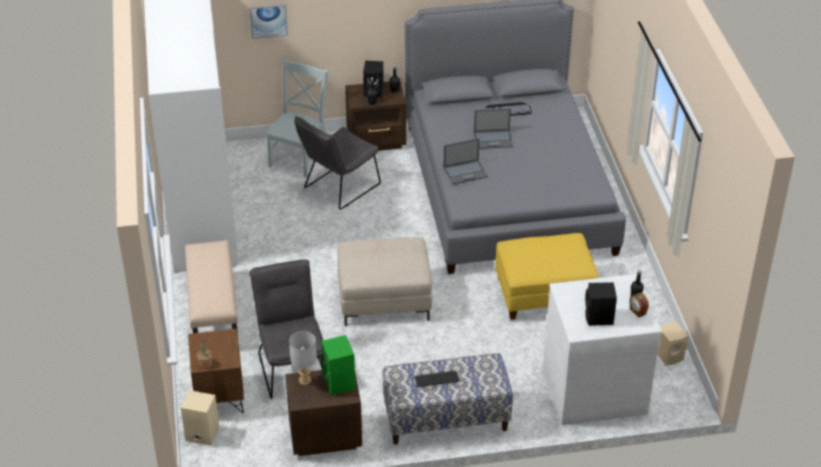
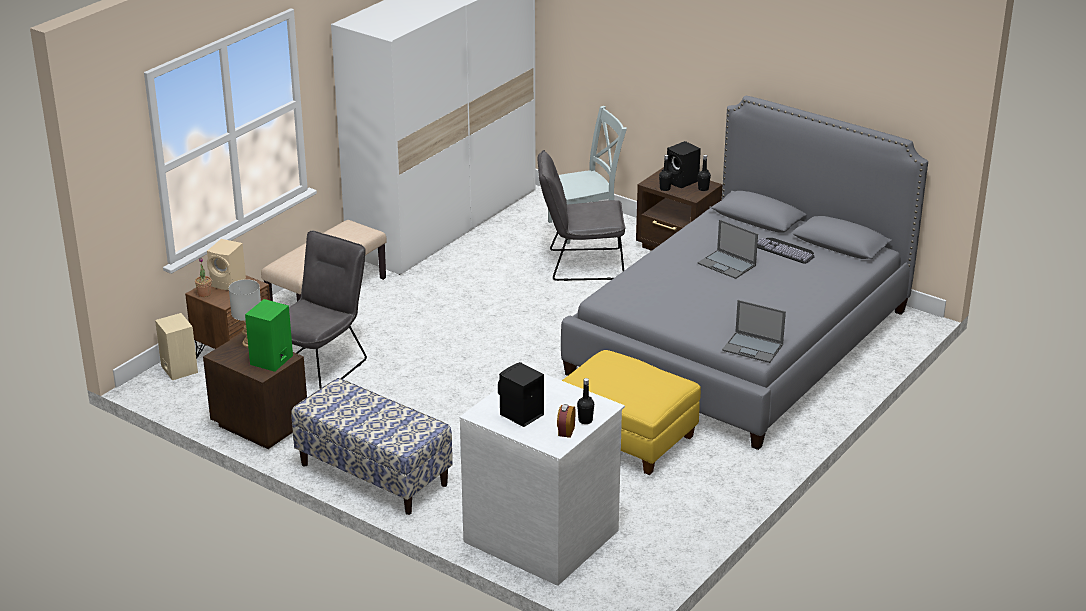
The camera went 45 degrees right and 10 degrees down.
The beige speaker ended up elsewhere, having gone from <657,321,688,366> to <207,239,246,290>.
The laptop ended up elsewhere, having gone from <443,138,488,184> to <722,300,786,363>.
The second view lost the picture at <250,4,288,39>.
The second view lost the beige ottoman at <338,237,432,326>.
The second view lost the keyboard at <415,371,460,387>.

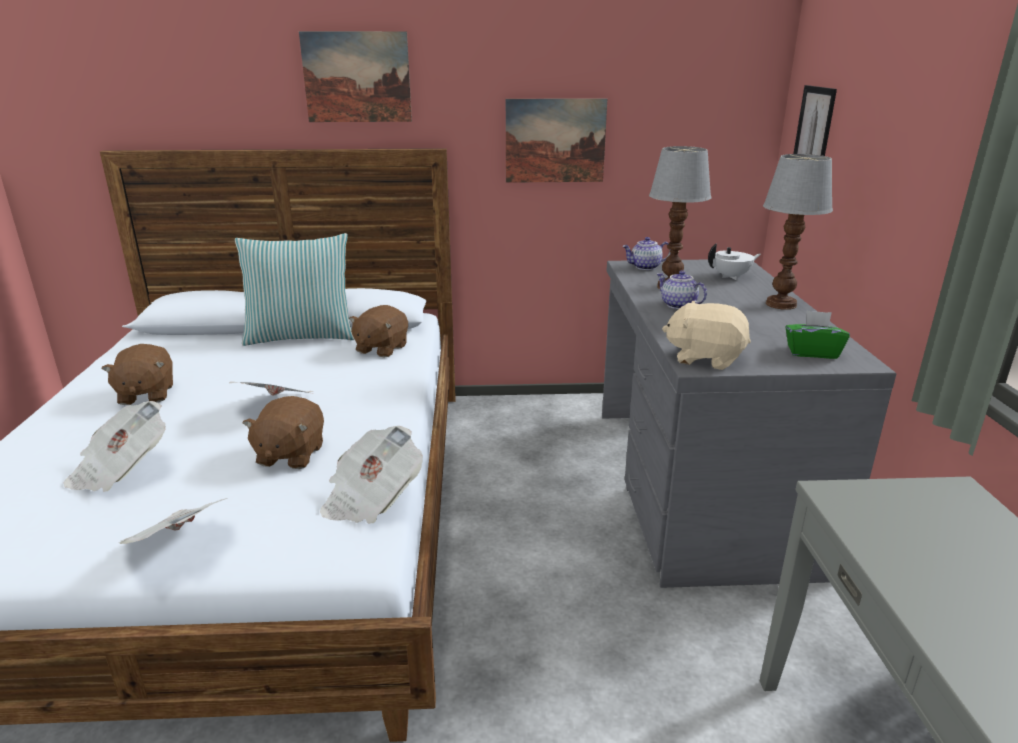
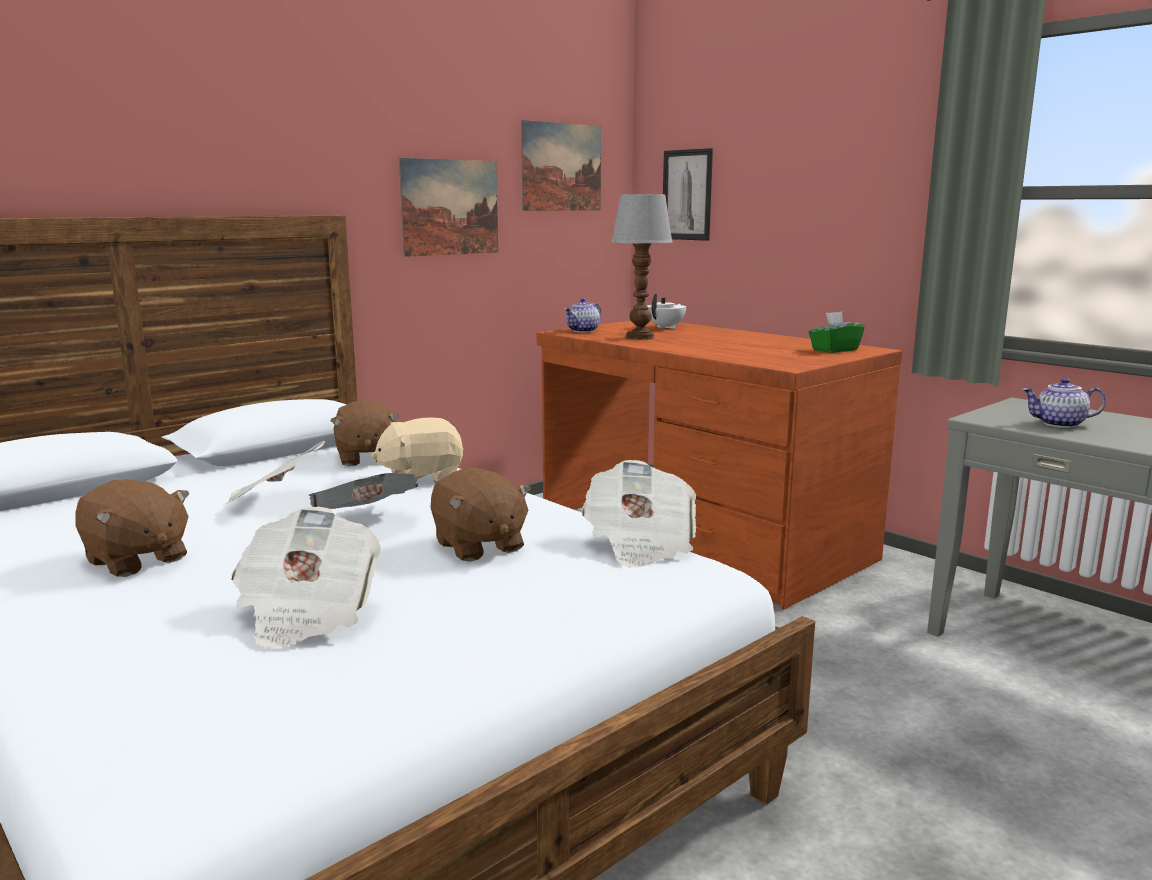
The camera went 40 degrees left and 10 degrees down.
The newspaper ended up elsewhere, having gone from <119,498,228,544> to <225,441,325,505>.
The beige plush toy ended up elsewhere, having gone from <662,300,751,370> to <371,417,464,483>.
The picture ended up elsewhere, having gone from <299,31,412,122> to <521,120,601,211>.
What was the grey desk at <602,260,896,588> turned into the brown desk at <537,321,902,610>.
The teapot ended up elsewhere, having gone from <657,271,707,309> to <1022,378,1106,428>.
The second view lost the pillow at <235,233,355,346>.
The second view lost the table lamp at <763,154,833,310>.

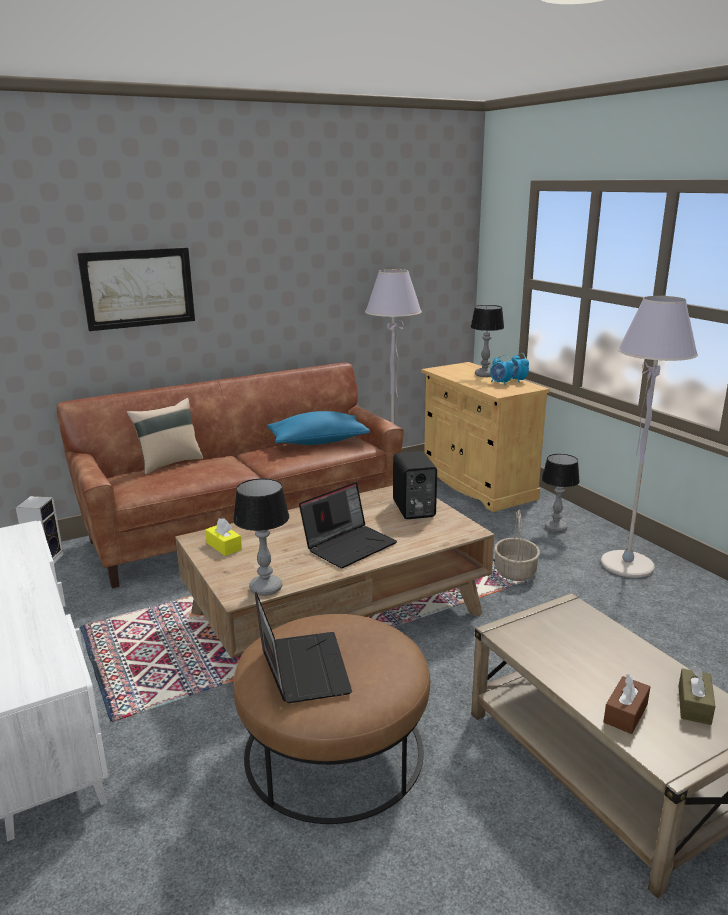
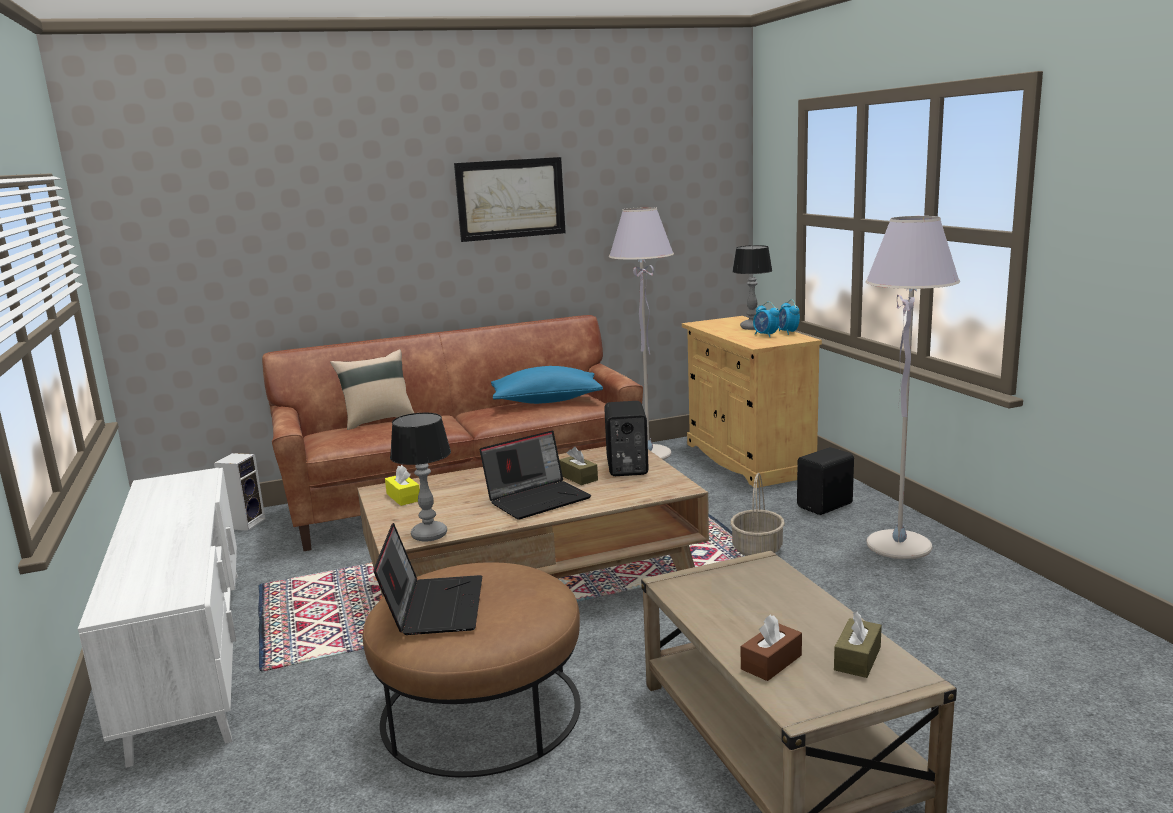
The camera went 10 degrees right and 5 degrees down.
The picture ended up elsewhere, having gone from <77,247,195,331> to <454,157,566,242>.
The second view gained the brown tissue box at <559,447,598,485>.
Where the table lamp stood at <542,454,580,532>, the black speaker came to stand at <797,447,854,515>.

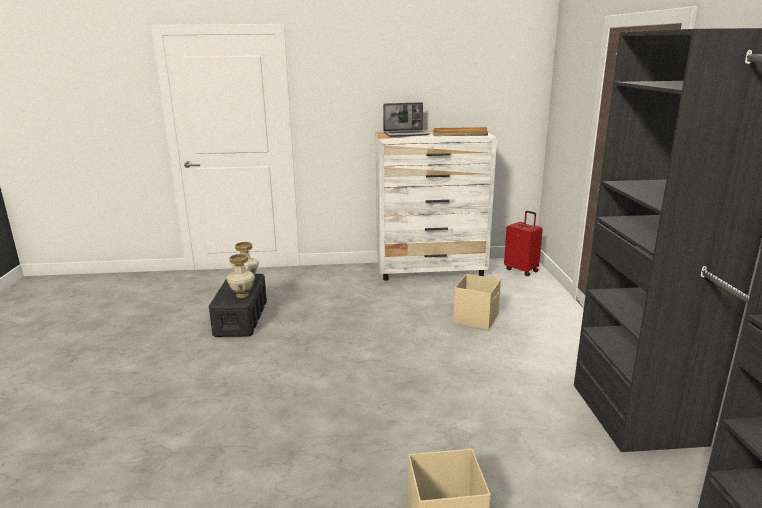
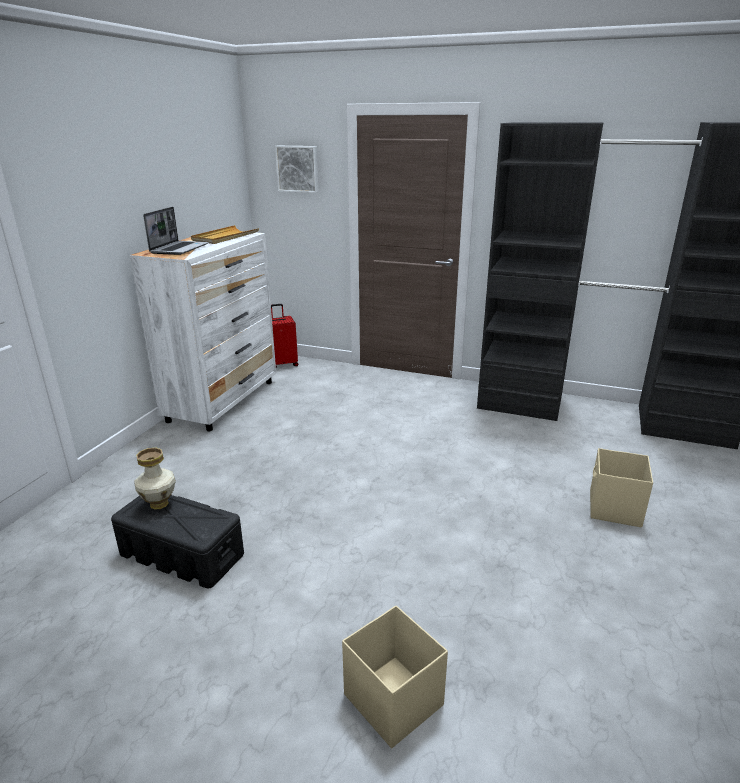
The camera went 65 degrees left and 5 degrees up.
The second view gained the picture at <275,146,318,193>.
The beige storage box ended up elsewhere, having gone from <453,274,501,331> to <342,605,448,748>.
The second view lost the vase at <226,254,255,298>.

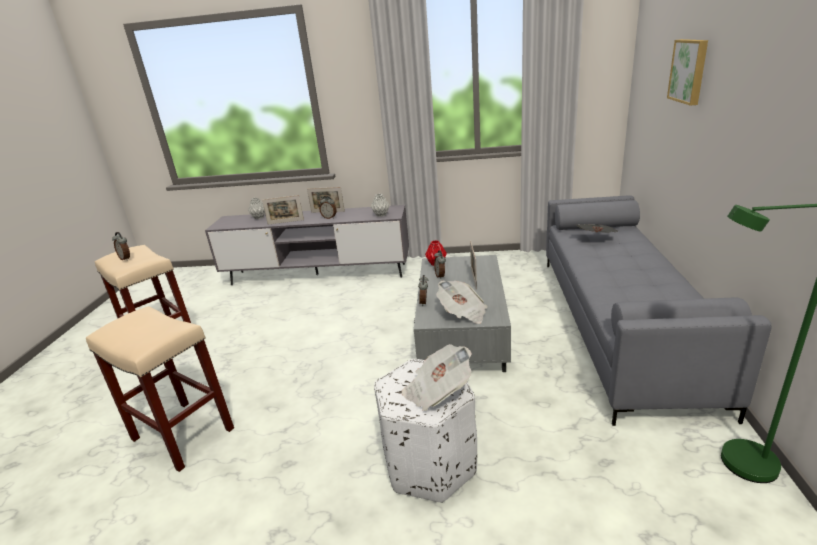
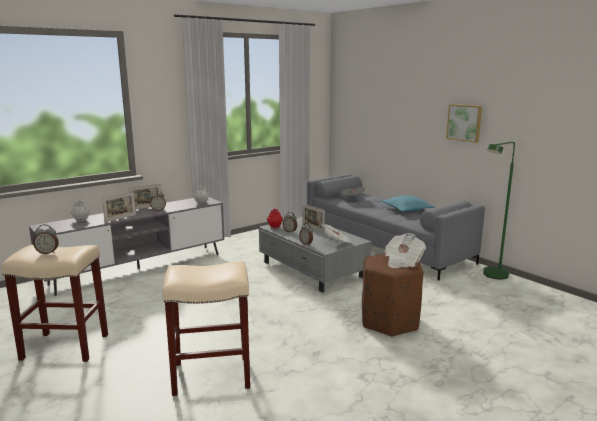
The camera went 45 degrees left and 10 degrees down.
What was the white ottoman at <374,359,477,503> turned into the brown ottoman at <362,254,423,337>.
The second view gained the turquoise pillow at <381,195,435,212>.
The picture ended up elsewhere, having gone from <667,39,708,106> to <446,104,482,143>.

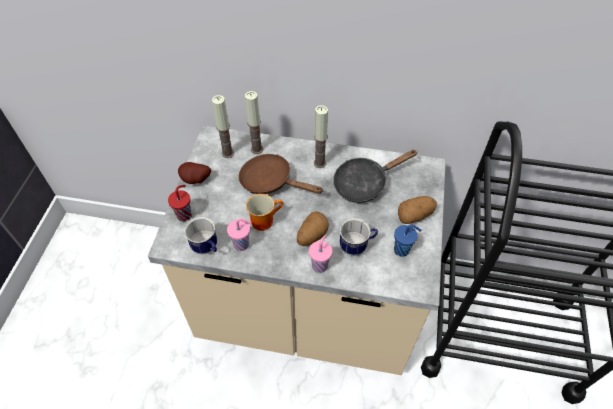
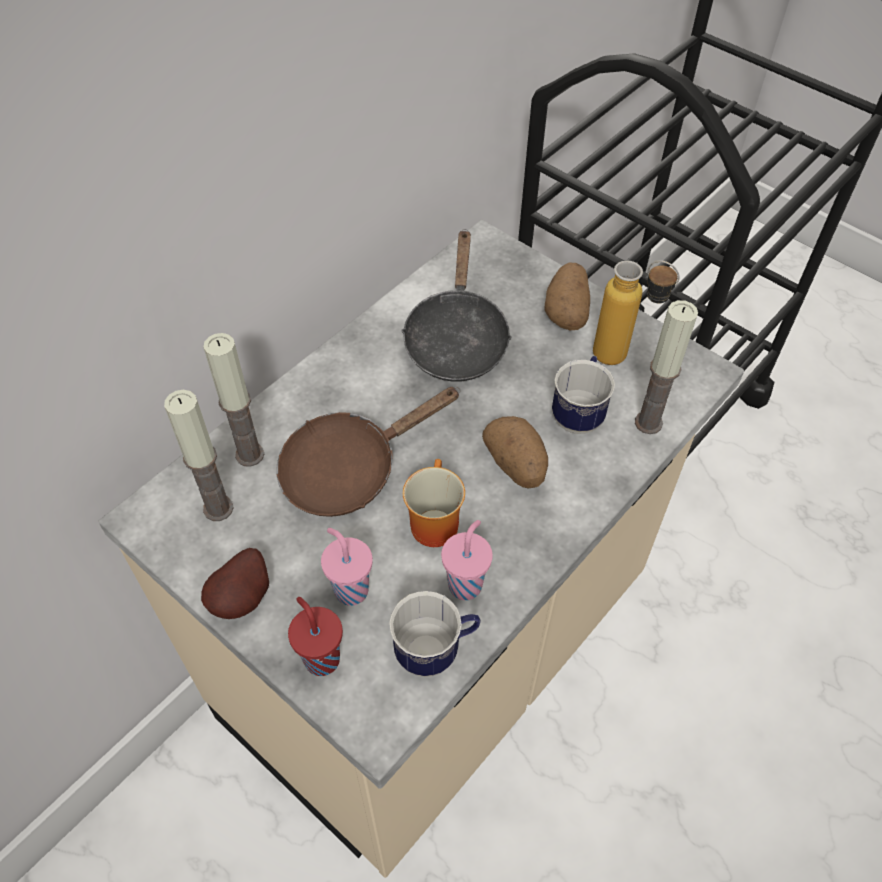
The camera went 60 degrees left and 0 degrees up.
The pink cup ended up elsewhere, having gone from <309,235,332,273> to <321,528,373,606>.
Where the blue cup stood at <394,225,422,257>, the bottle came to stand at <593,260,680,365>.
The candle ended up elsewhere, having gone from <314,105,328,168> to <635,300,698,434>.

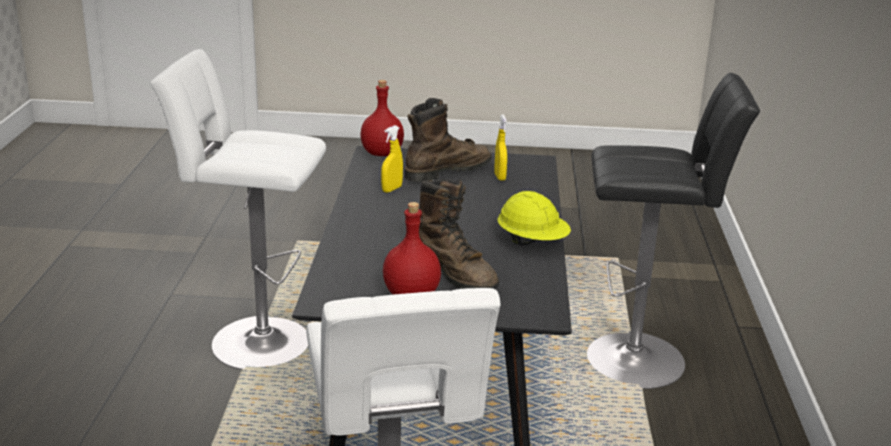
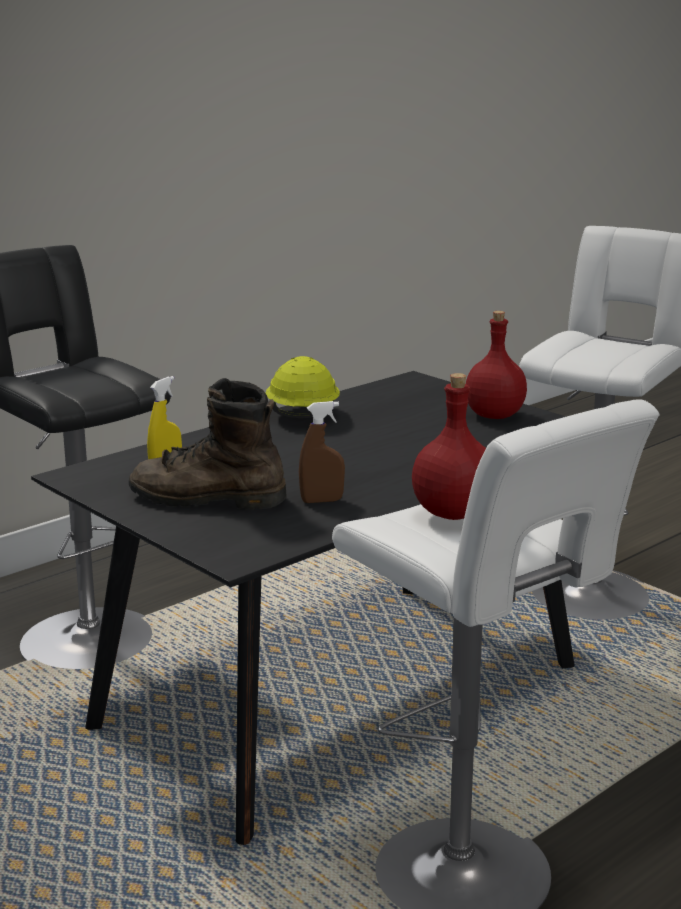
The camera went 135 degrees left and 5 degrees down.
What was the yellow spray bottle at <381,125,403,193> turned into the brown spray bottle at <299,401,345,503>.
The red bottle ended up elsewhere, having gone from <360,80,404,156> to <412,373,486,520>.
The second view lost the brown boot at <419,179,499,289>.

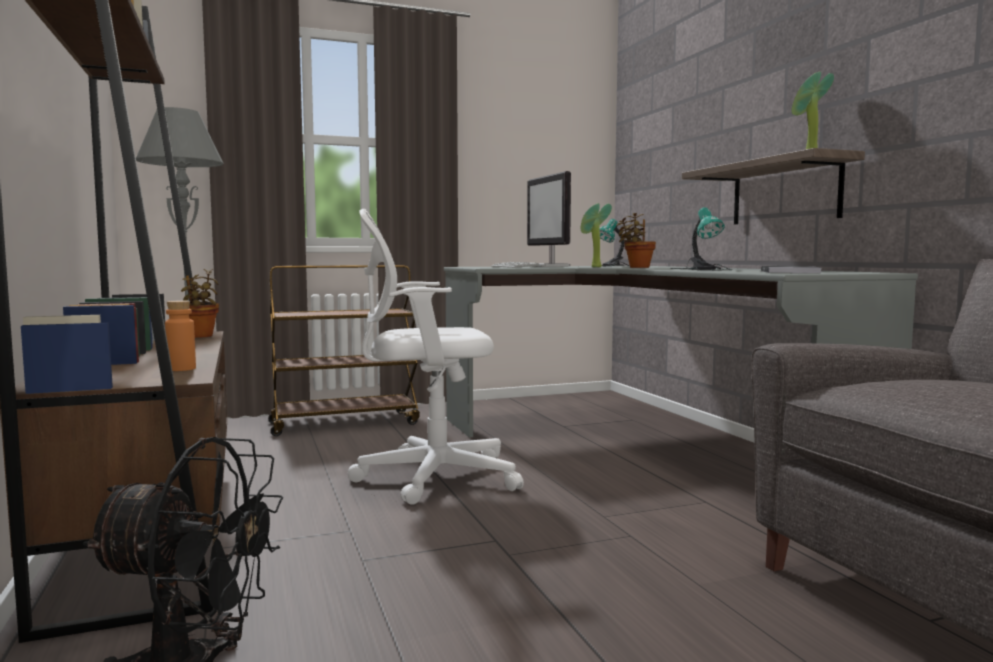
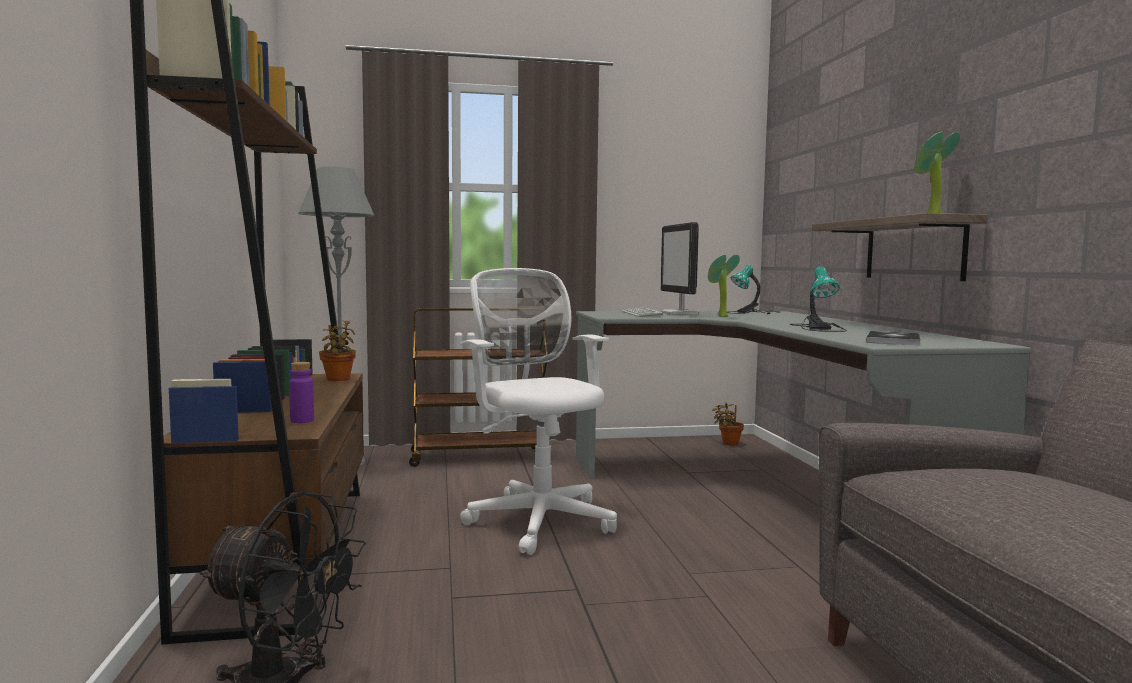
The camera went 10 degrees right and 0 degrees up.
What was the orange bottle at <165,301,196,371> turned into the purple bottle at <289,362,314,423>.
The white office chair at <348,209,524,505> ended up facing another way, 60 degrees clockwise from before.
The potted plant ended up elsewhere, having gone from <616,213,656,268> to <712,403,744,445>.

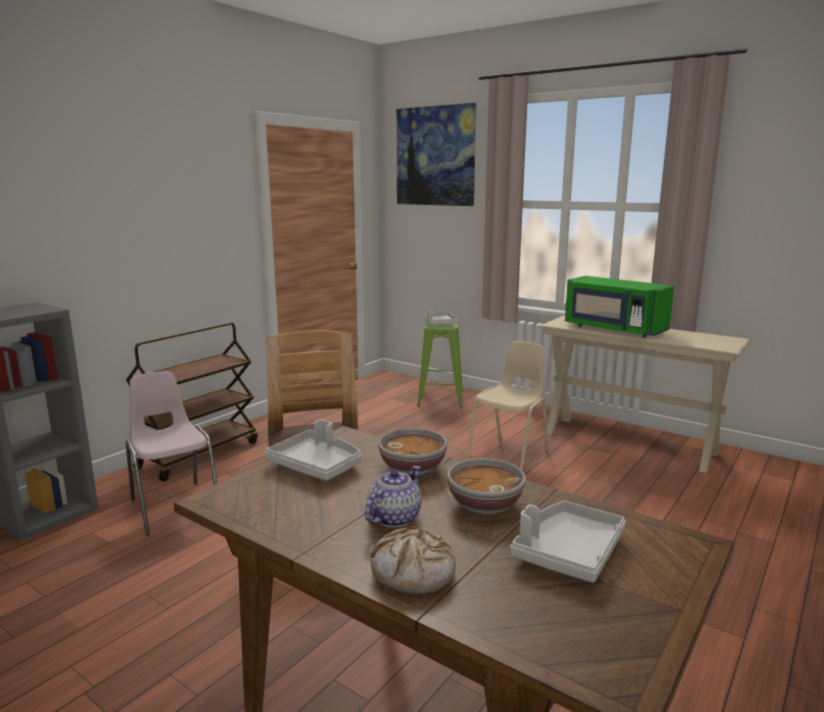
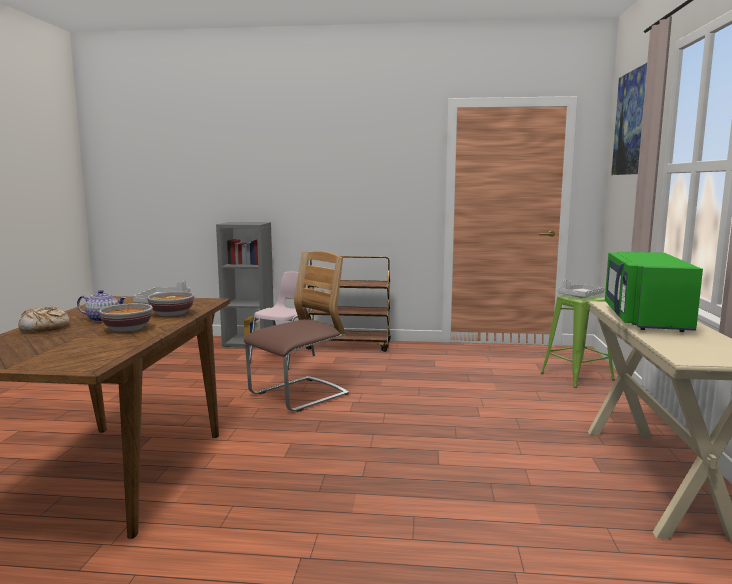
The camera went 60 degrees right and 5 degrees down.
The second view lost the beige chair at <466,341,548,471>.
The second view lost the grey tray at <510,501,626,583>.

